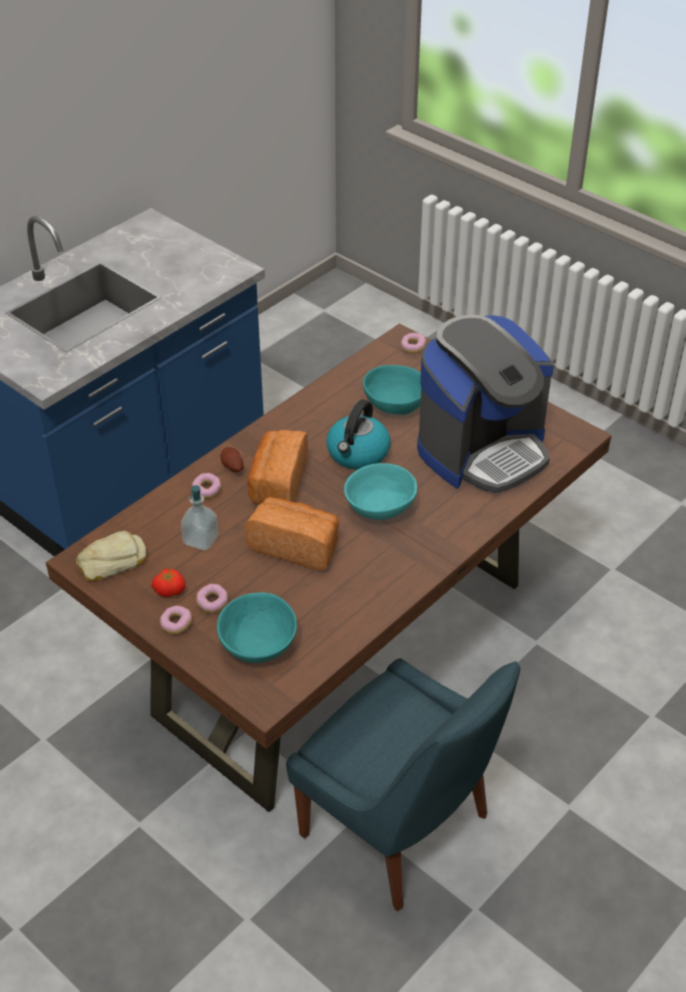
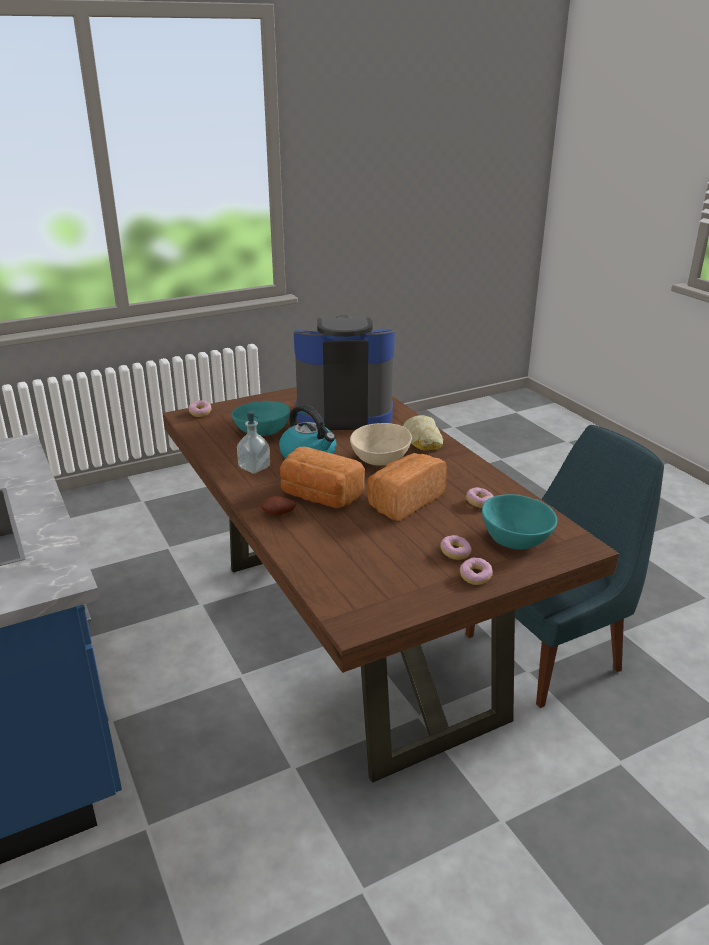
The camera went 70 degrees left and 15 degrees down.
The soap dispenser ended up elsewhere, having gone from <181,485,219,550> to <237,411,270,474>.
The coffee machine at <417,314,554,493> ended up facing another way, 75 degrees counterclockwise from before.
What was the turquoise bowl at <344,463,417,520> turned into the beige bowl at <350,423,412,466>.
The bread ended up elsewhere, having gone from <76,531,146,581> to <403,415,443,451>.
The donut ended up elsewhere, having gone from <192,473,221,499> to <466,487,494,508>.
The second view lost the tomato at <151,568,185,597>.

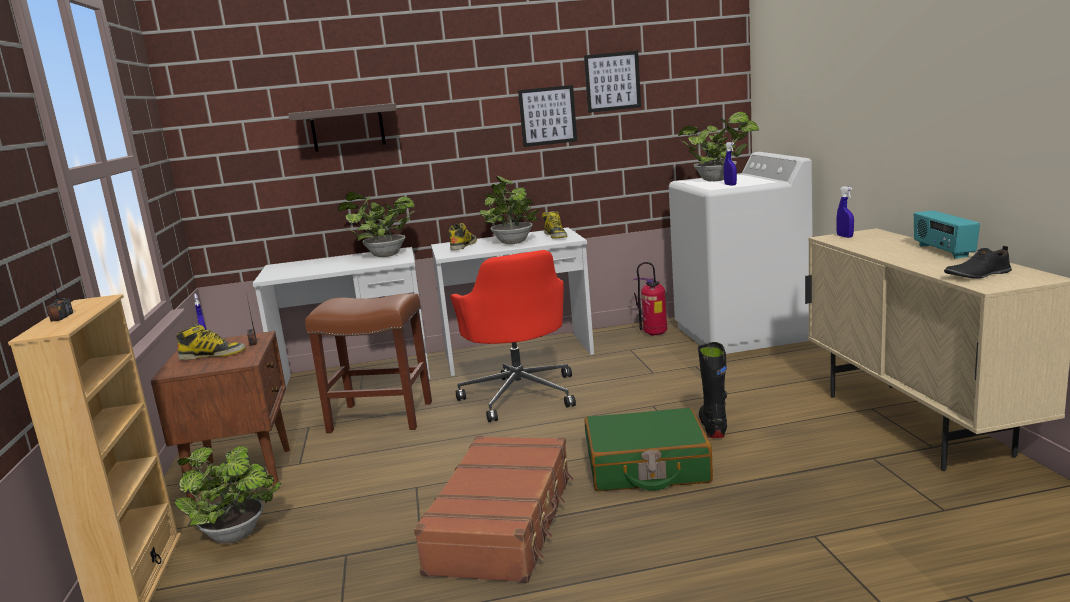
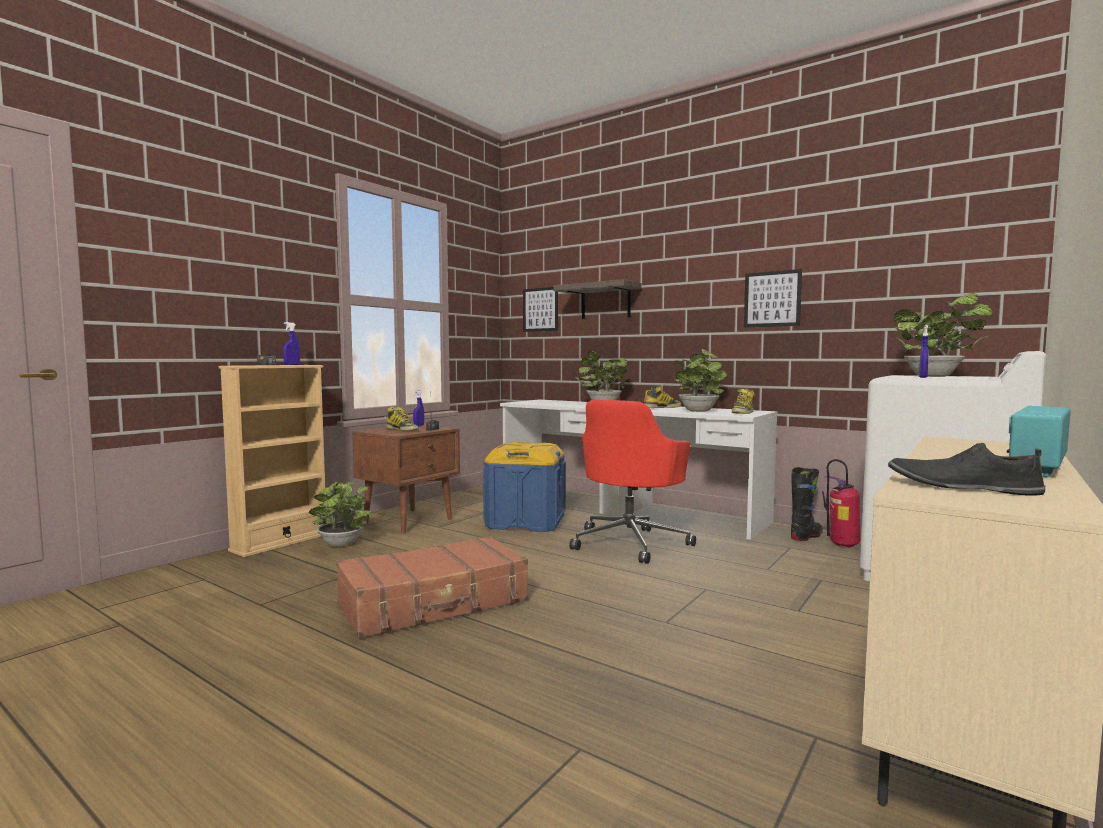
The camera went 45 degrees right and 10 degrees down.
The blue spray bottle ended up elsewhere, having gone from <836,186,854,238> to <283,322,300,365>.
Where the brown stool stood at <305,293,432,433>, the blue storage box came to stand at <483,442,566,532>.
The picture ended up elsewhere, having gone from <584,51,641,113> to <523,287,558,332>.
The black boot ended up elsewhere, having gone from <698,342,727,438> to <791,467,823,541>.
The second view lost the green suitcase at <585,408,713,491>.

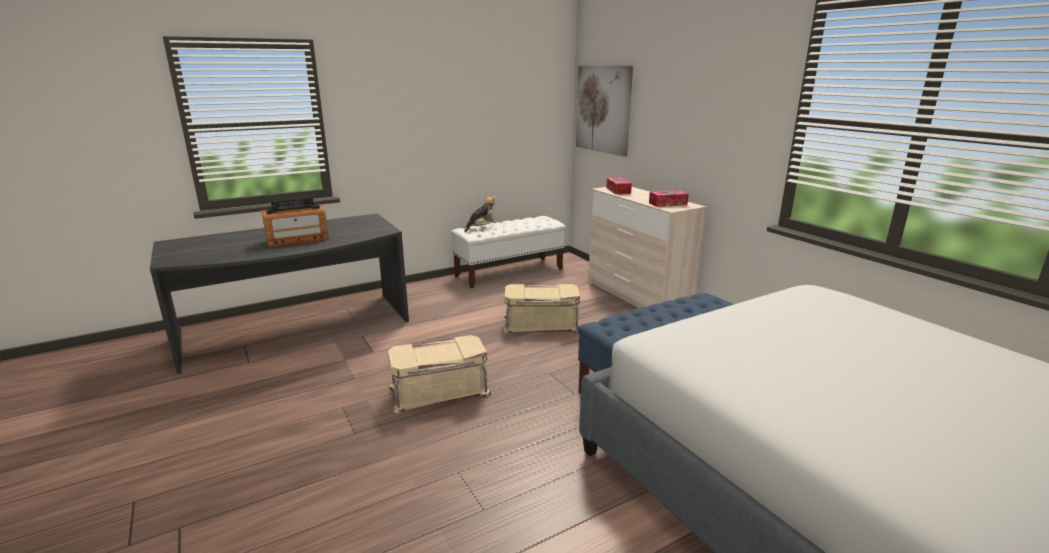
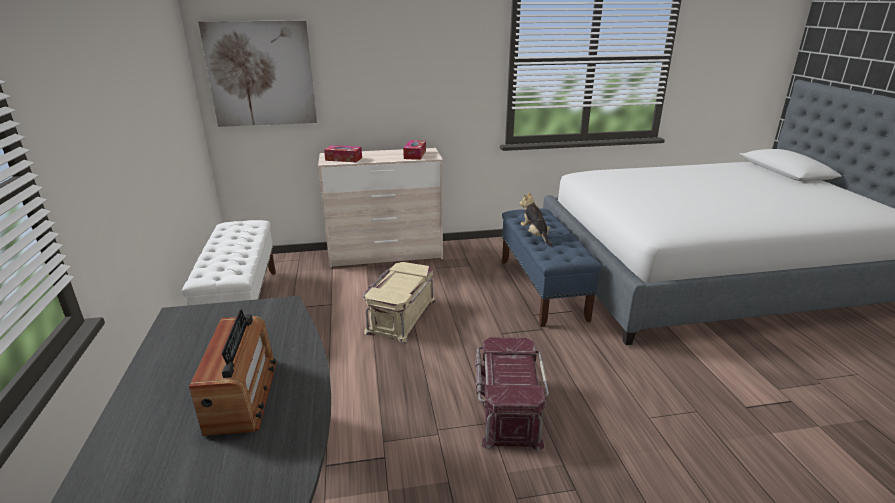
The camera went 70 degrees left and 5 degrees up.
What was the beige storage box at <388,335,491,414> turned into the red storage box at <475,337,549,451>.
The plush toy ended up elsewhere, having gone from <464,194,497,232> to <520,192,553,247>.

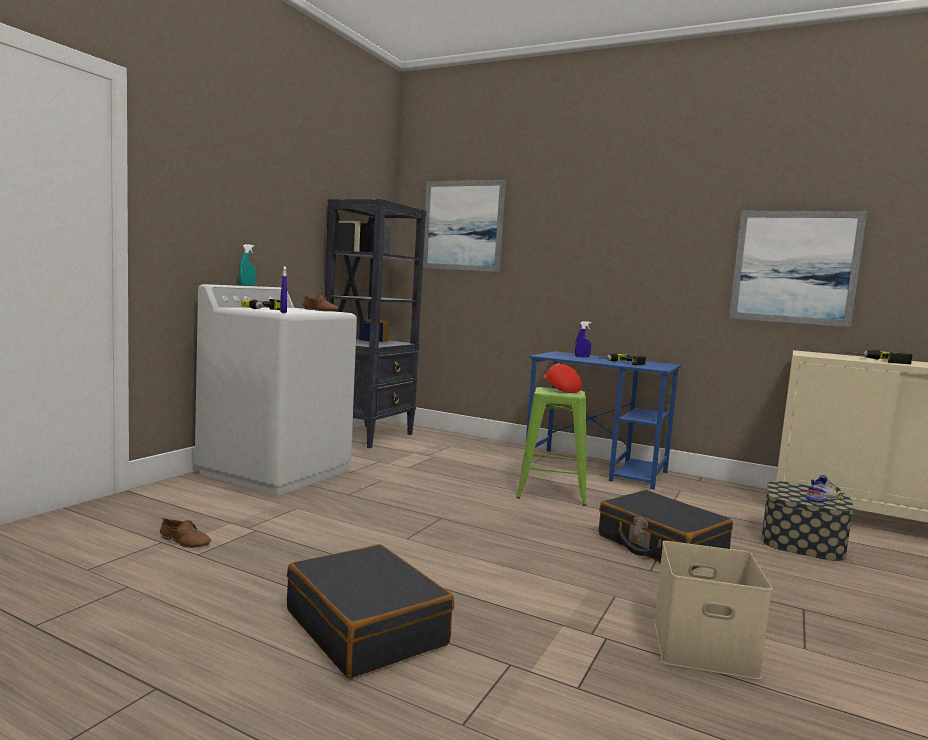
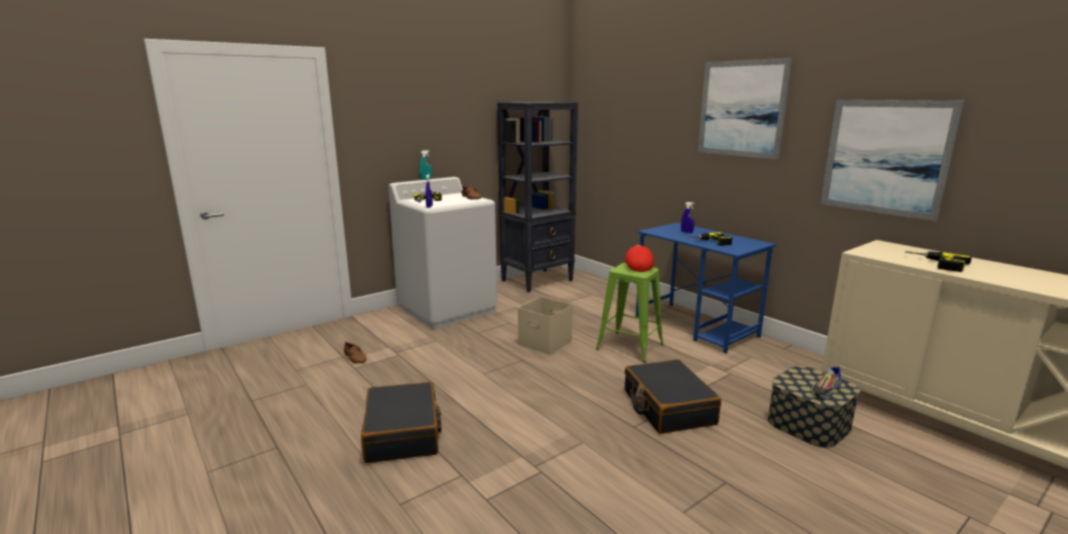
The camera went 25 degrees right and 10 degrees up.
The beige storage box ended up elsewhere, having gone from <654,541,772,680> to <518,296,573,356>.
The picture ended up elsewhere, having gone from <423,180,506,272> to <698,58,793,160>.
The shoe at <805,474,845,503> ended up facing another way, 150 degrees clockwise from before.

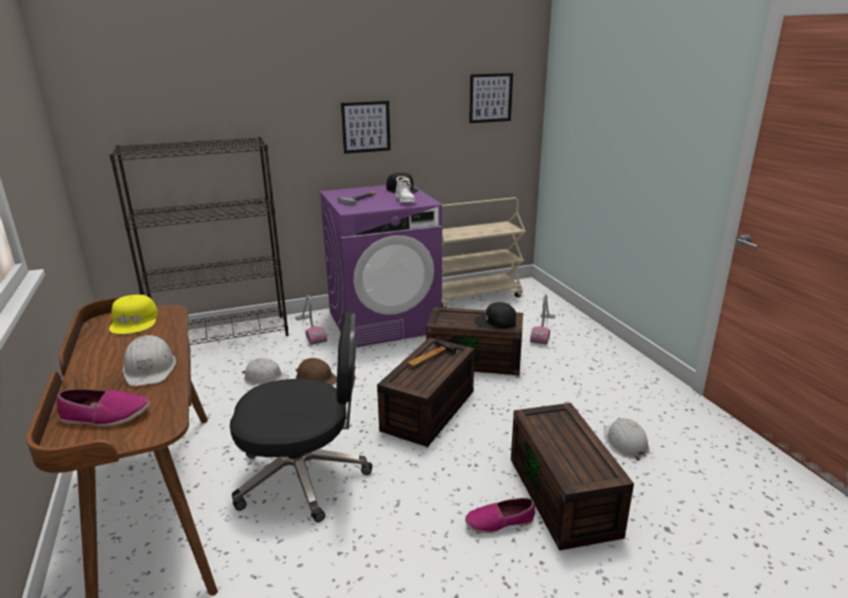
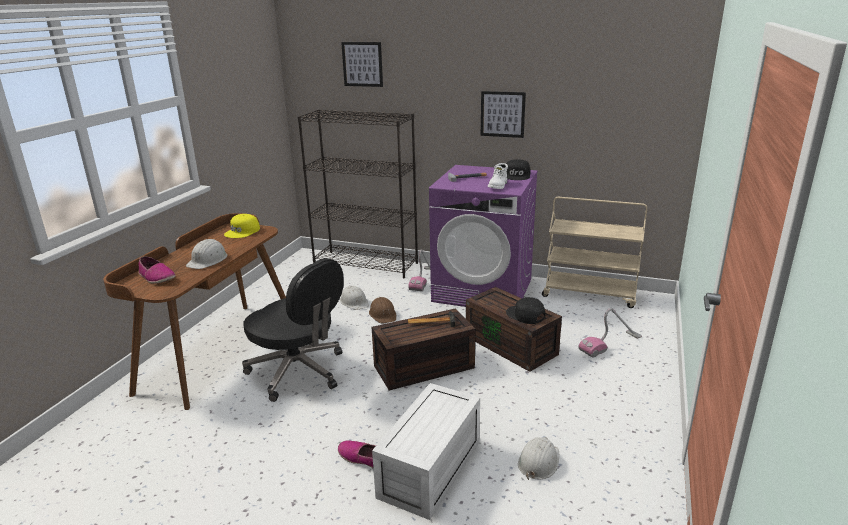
The camera went 40 degrees right and 0 degrees up.
The picture ended up elsewhere, having gone from <469,73,513,123> to <341,42,383,87>.
What was the brown storage box at <511,403,634,551> turned into the white storage box at <372,383,480,520>.

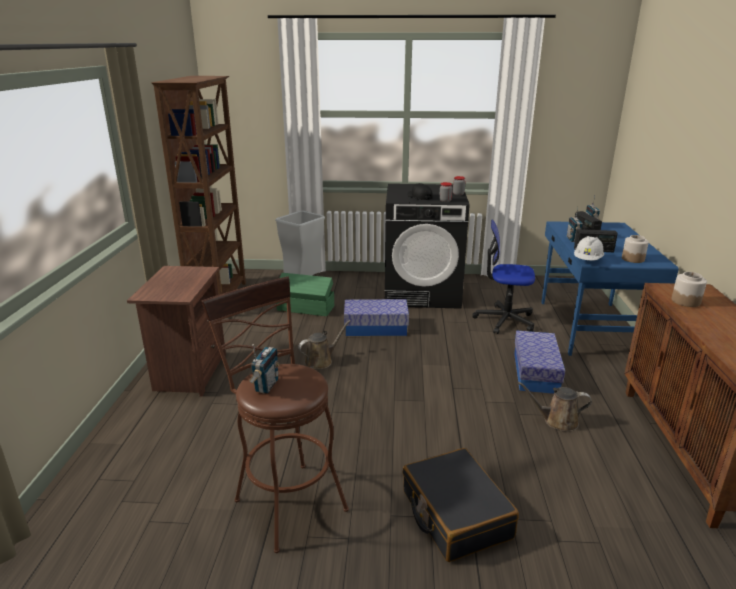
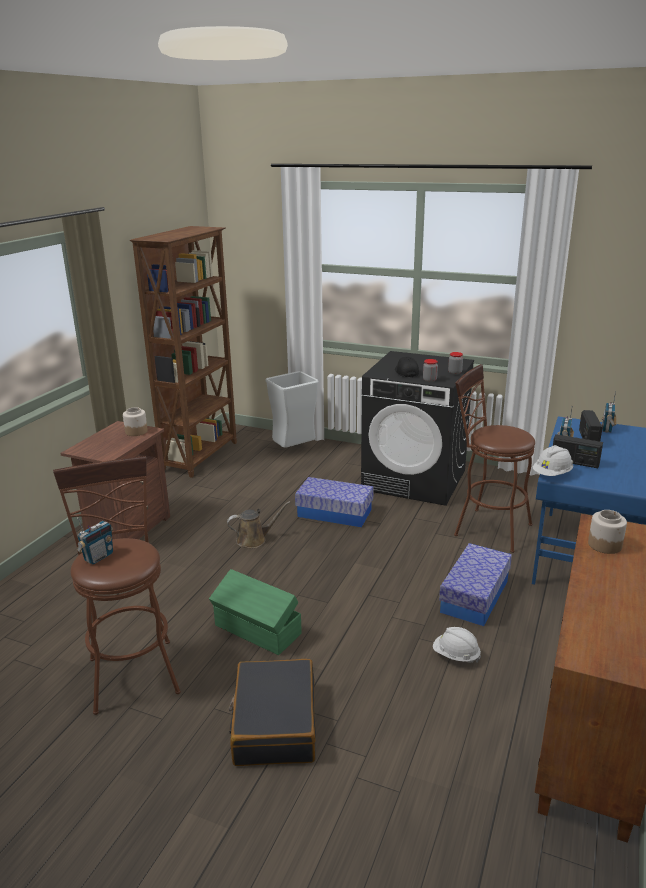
The camera went 20 degrees right and 0 degrees up.
The jar ended up elsewhere, having gone from <622,235,649,263> to <123,407,148,436>.
The green storage box ended up elsewhere, having gone from <276,273,334,316> to <209,569,302,655>.
Where the brown watering can stood at <518,382,592,432>, the white hard hat came to stand at <433,627,481,663>.
Where the office chair stood at <472,220,535,334>, the brown stool came to stand at <454,364,535,553>.

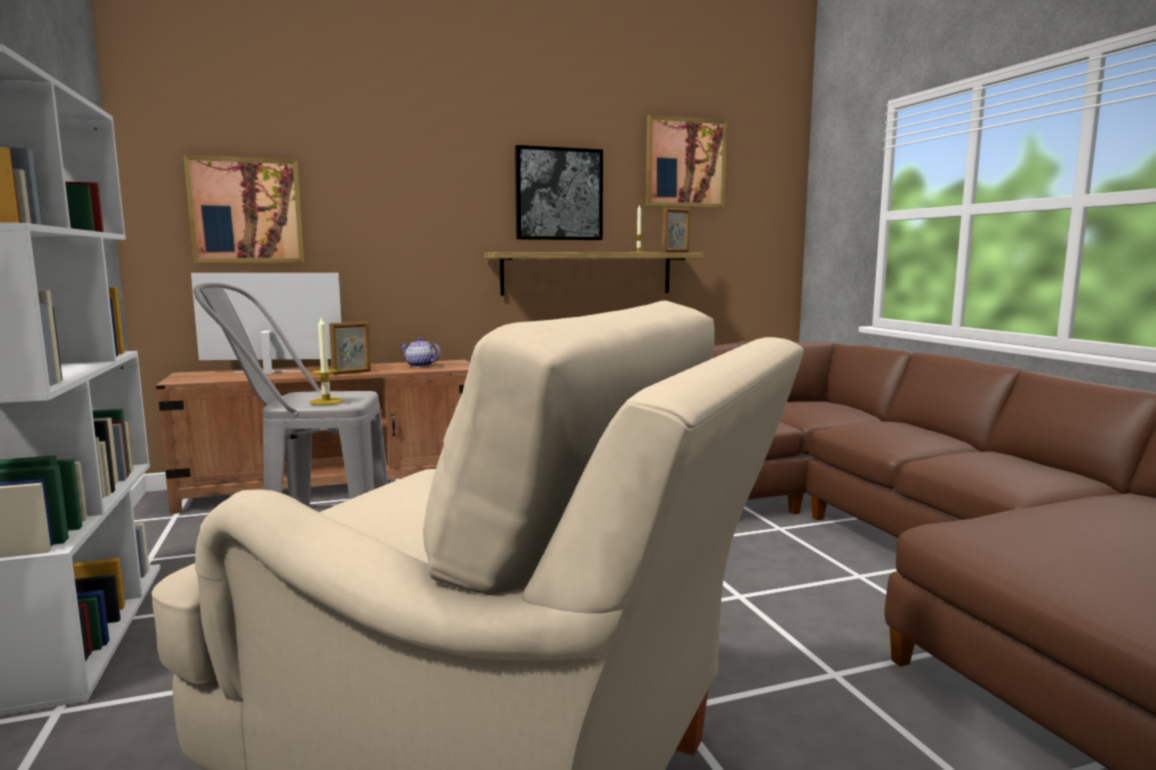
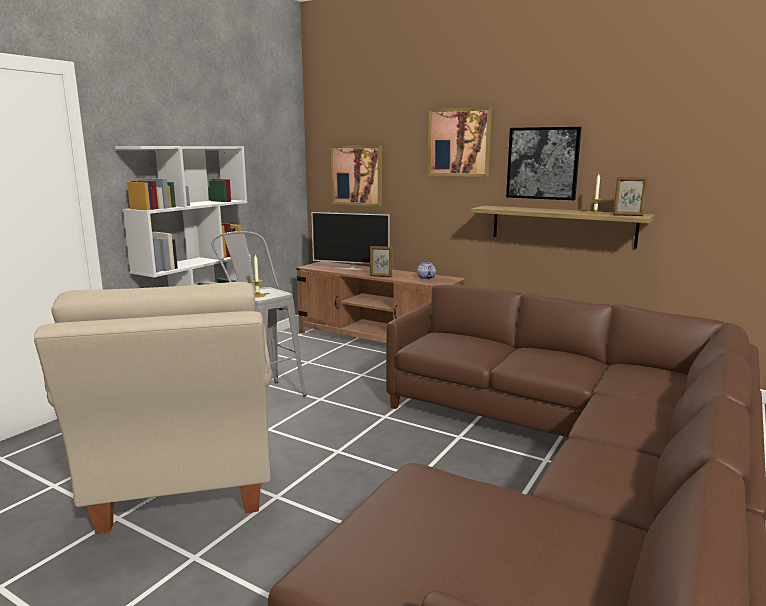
The camera went 50 degrees right and 5 degrees up.
The television at <191,273,342,374> ended up facing another way, 150 degrees clockwise from before.
The picture ended up elsewhere, having gone from <646,115,727,208> to <428,107,492,177>.

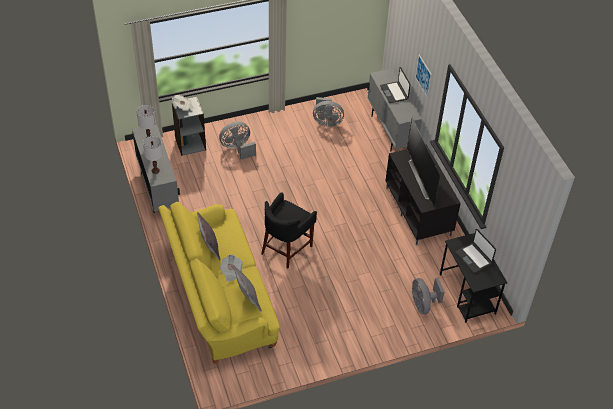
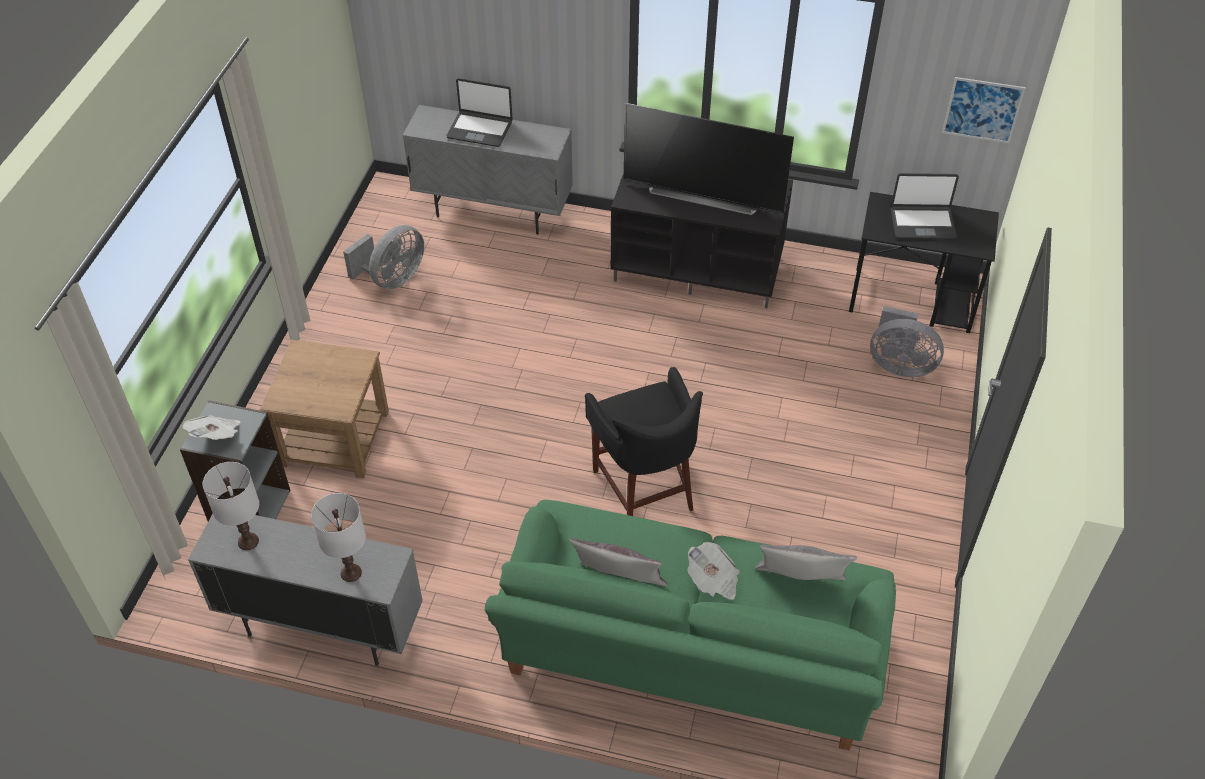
The camera went 55 degrees left and 0 degrees up.
Where the grey fan stood at <219,121,256,160>, the brown side table came to stand at <259,340,389,478>.
What was the yellow sofa at <158,202,280,364> turned into the green sofa at <485,500,896,750>.
The picture ended up elsewhere, having gone from <415,55,432,98> to <942,77,1026,143>.

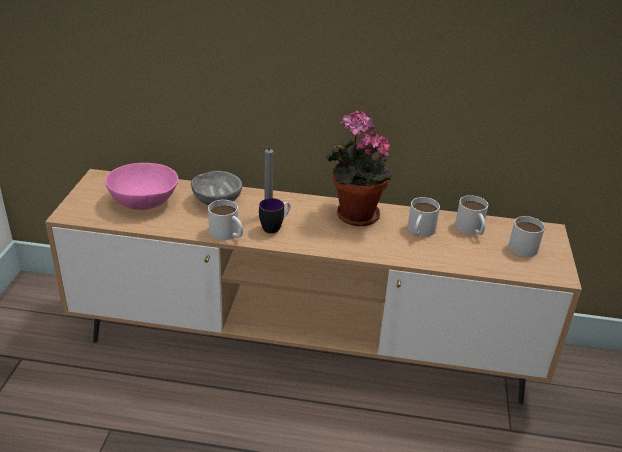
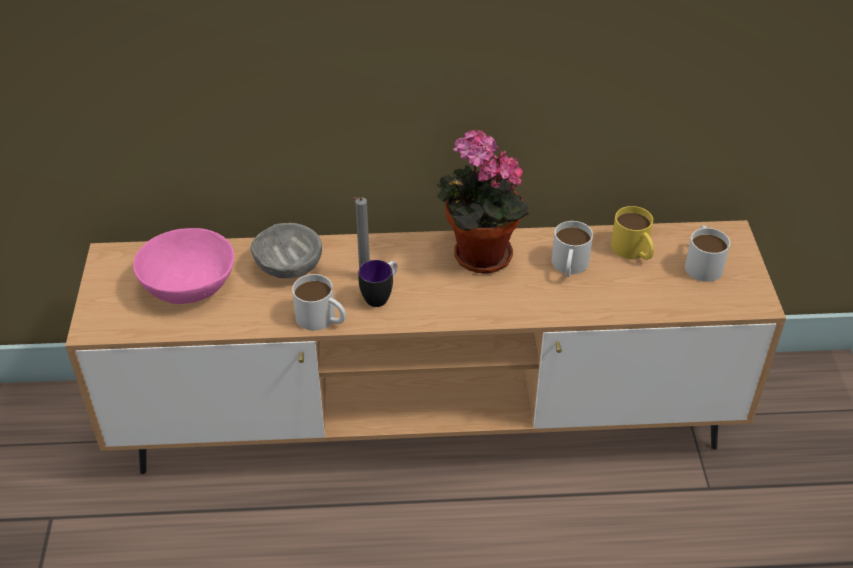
The camera went 10 degrees left and 10 degrees up.
What was the white mug at <455,195,488,235> turned into the yellow mug at <611,206,654,260>.

